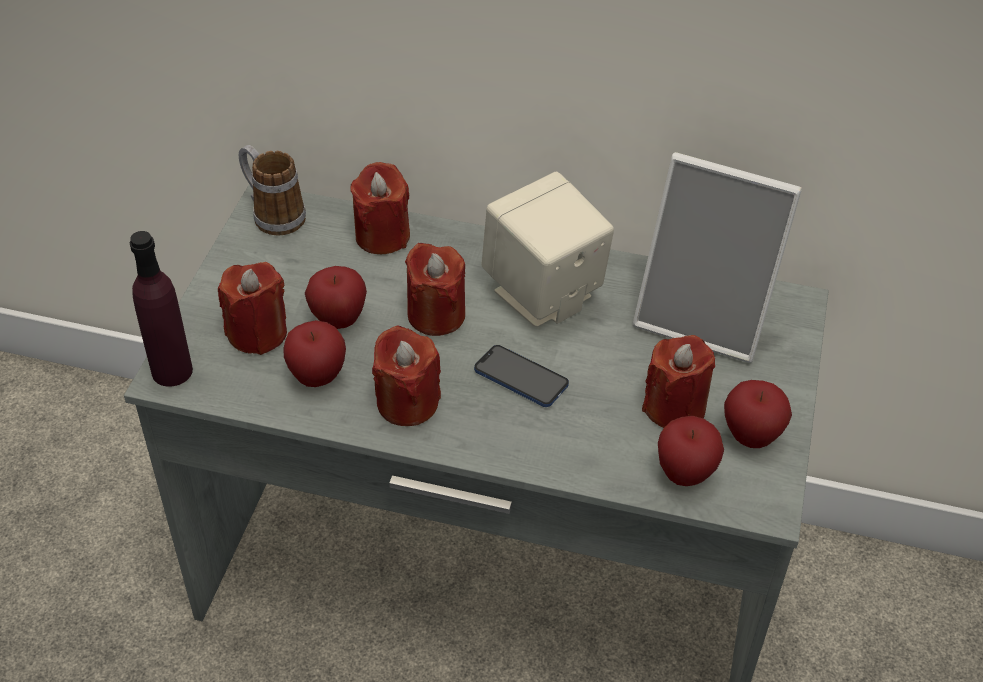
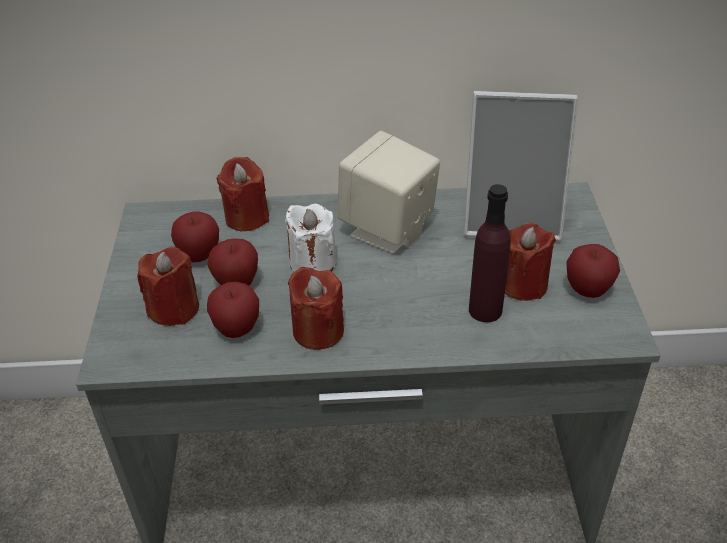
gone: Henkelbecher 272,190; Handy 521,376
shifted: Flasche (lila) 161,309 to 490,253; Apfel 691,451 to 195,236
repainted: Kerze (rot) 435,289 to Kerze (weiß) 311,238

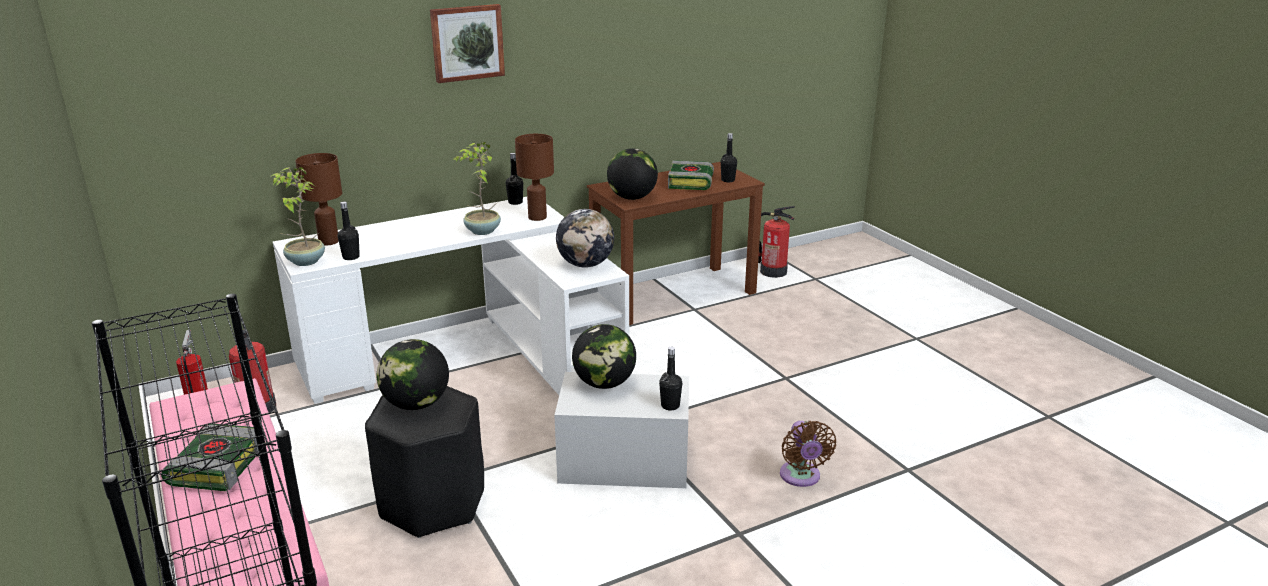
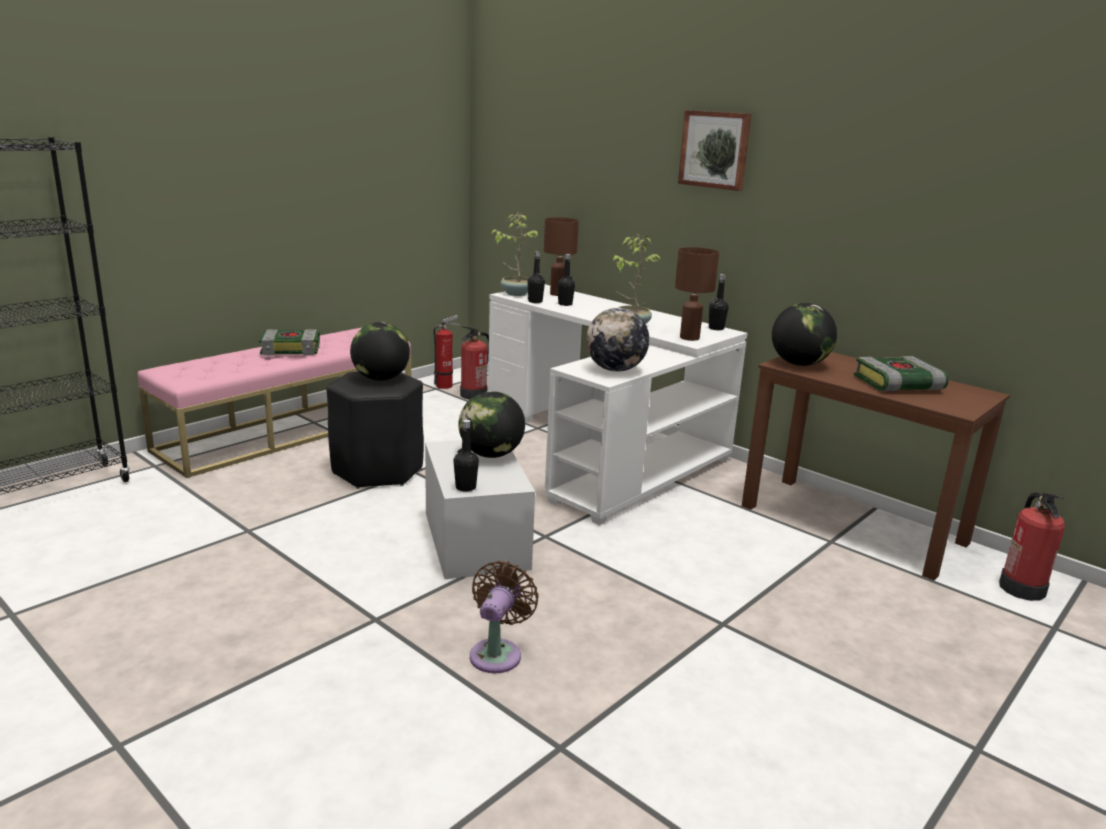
shifted: Flasche (schwarz) 729,157 to 566,280
rotated: Ventilator (braun) 808,454 = 504,617 135 degrees clockwise

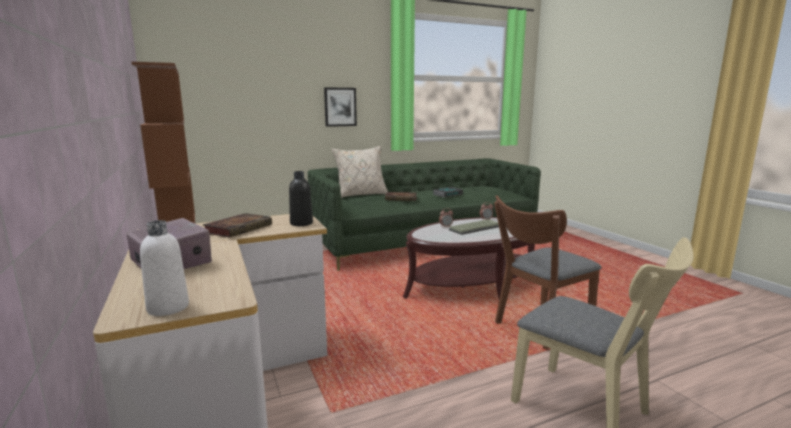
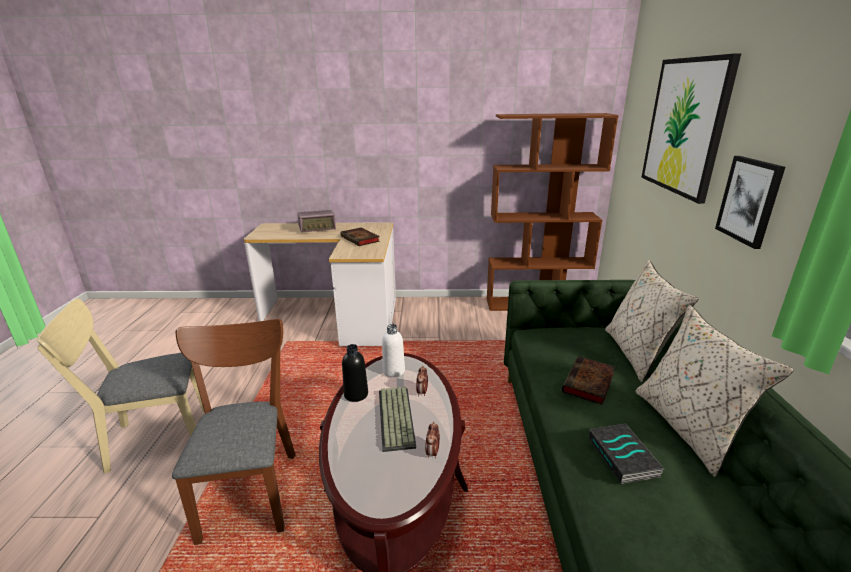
new: Bild 691,128; Kissen (beige) 714,391
shifted: Flasche (schwarz) 301,198 to 355,373; Flasche (weiß) 164,268 to 393,350

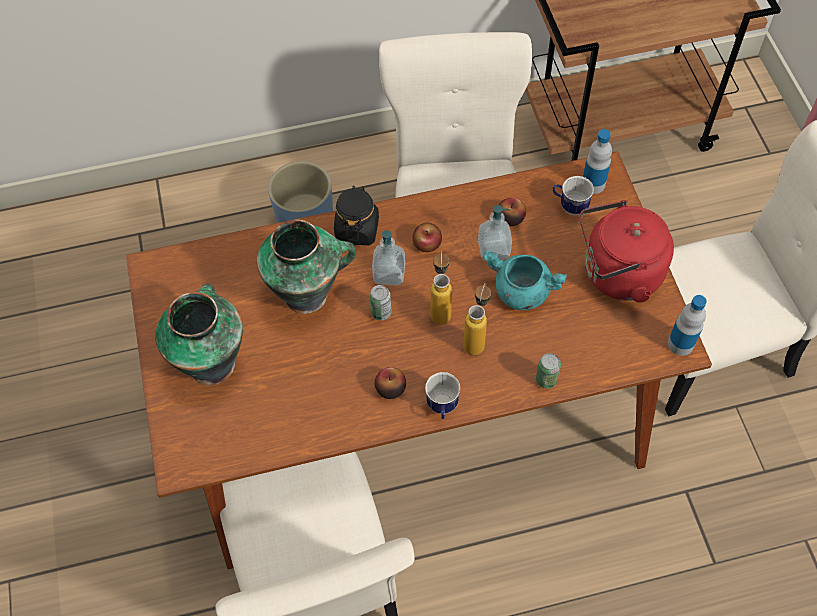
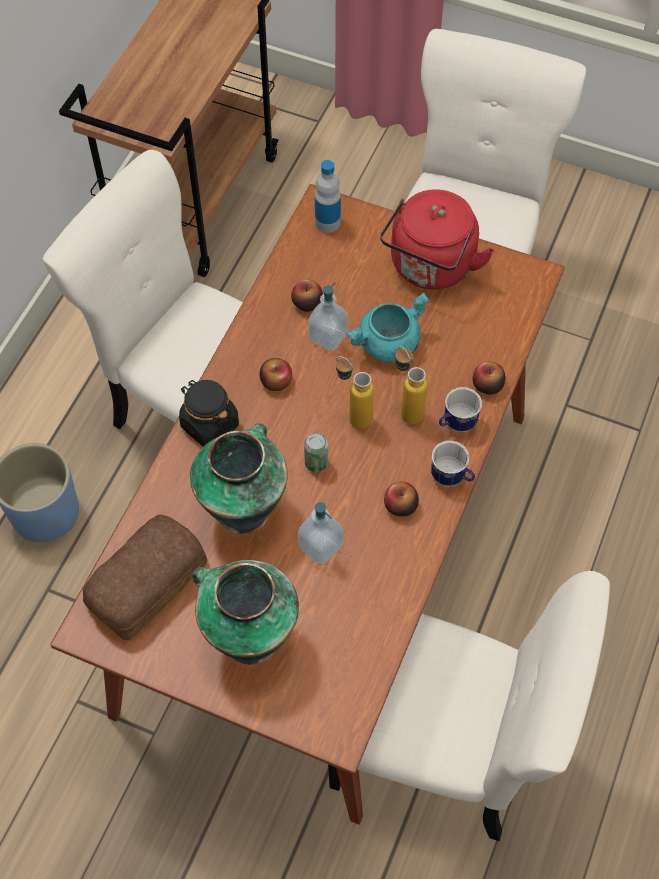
gone: Flasche 687,325
new: Brot 145,578
shifted: Henkelbecher 573,195 to 460,409; Seifenspender 388,258 to 321,533
swapped: Dose 548,371 to Apfel 489,378

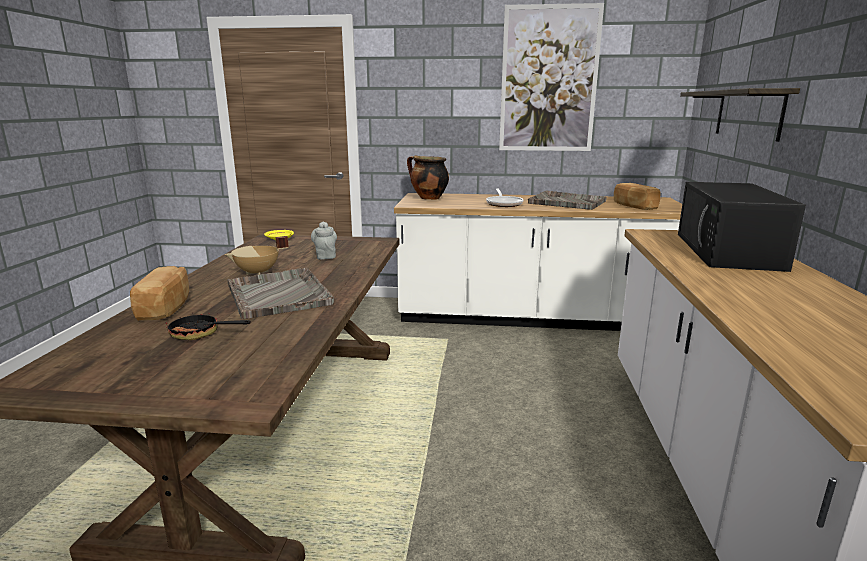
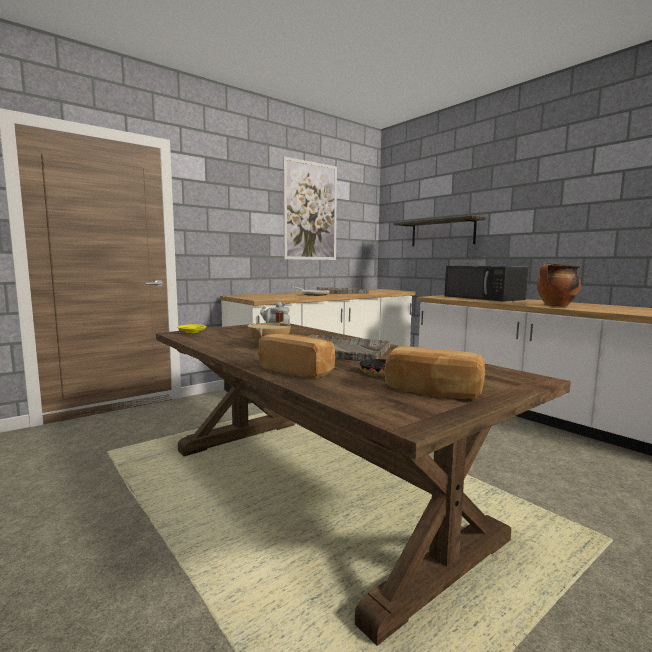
shifted: Kochtopf 428,178 to 559,284; Brot 637,196 to 434,372

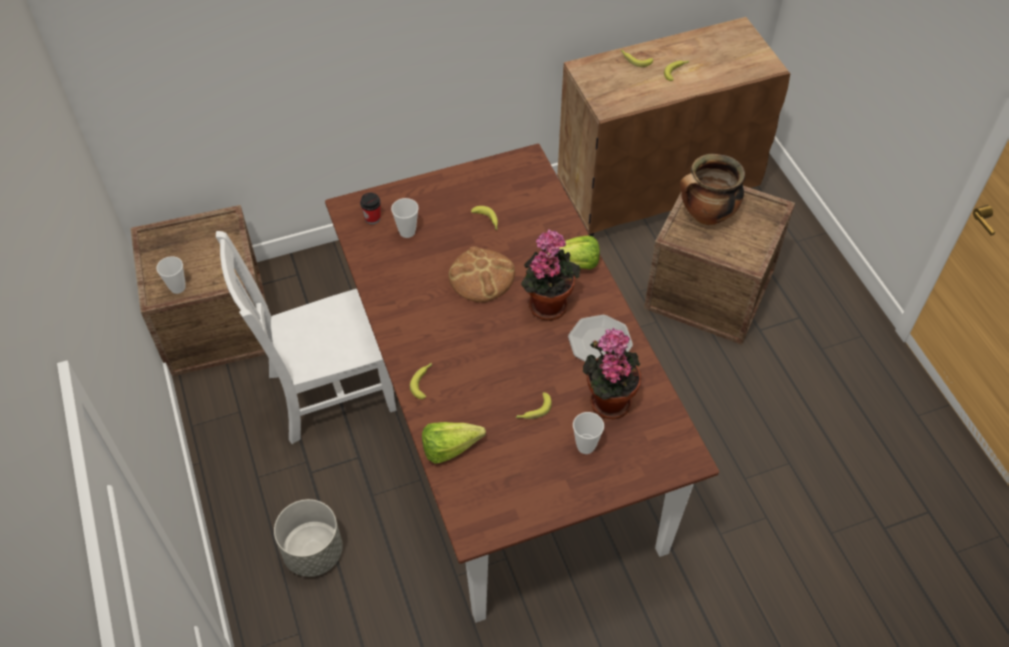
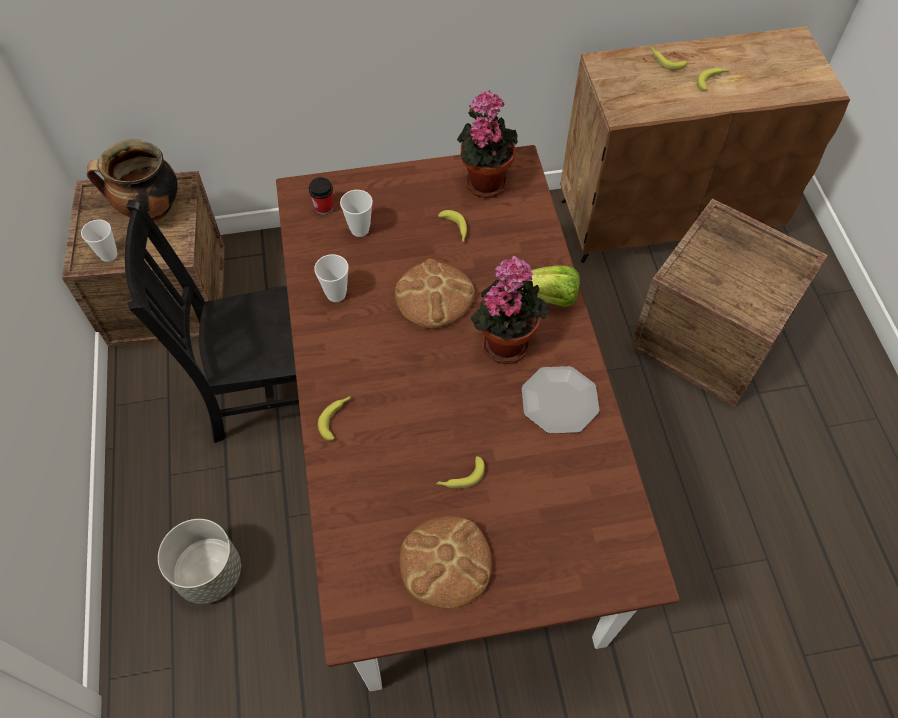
gone: Salatkopf 454,442
new: Brot 445,562
shifted: Kochtopf 712,189 to 132,180; Topfpflanze 612,373 to 487,144; Tasse 588,433 to 331,278
repainted: Stuhl (weiß) 306,337 to Stuhl (schwarz) 212,321

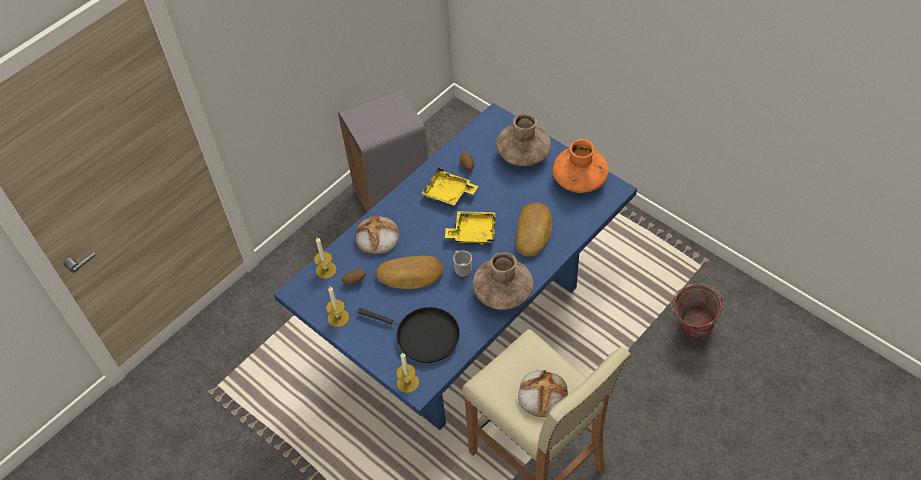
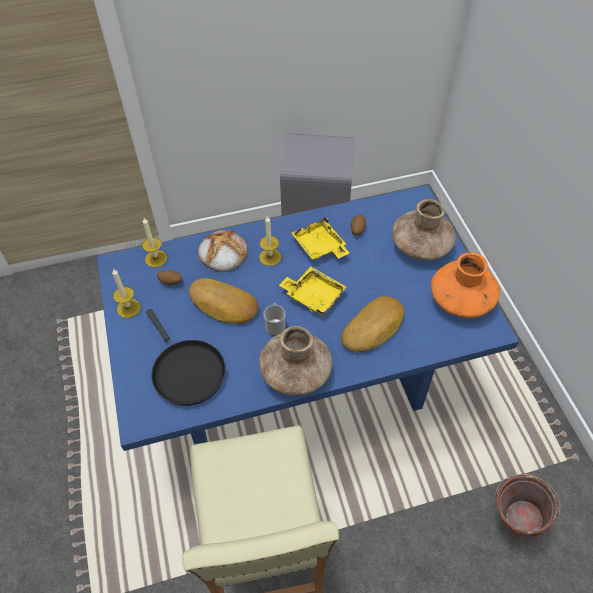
gone: Brot 543,393
shifted: Kerze 407,373 to 270,241

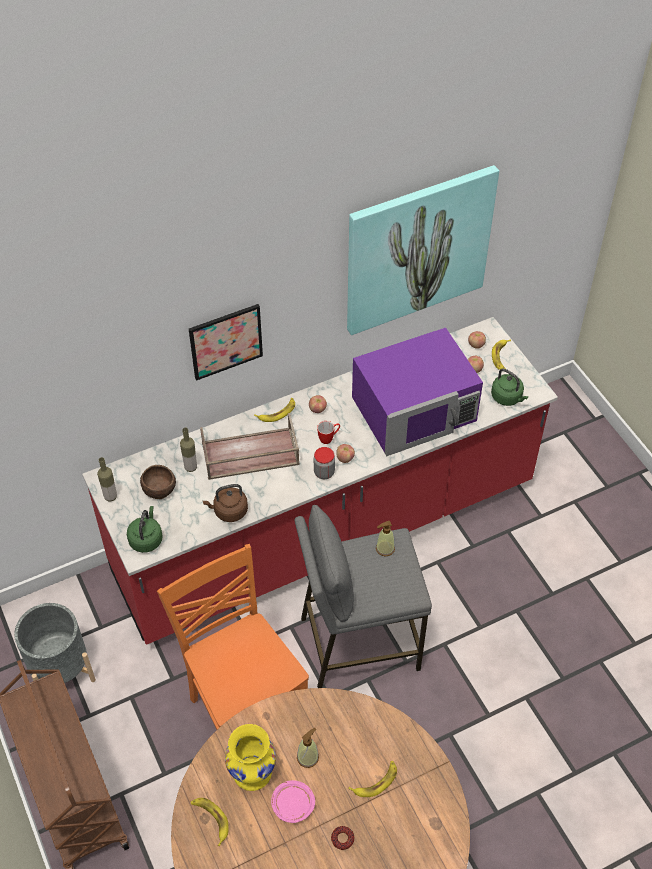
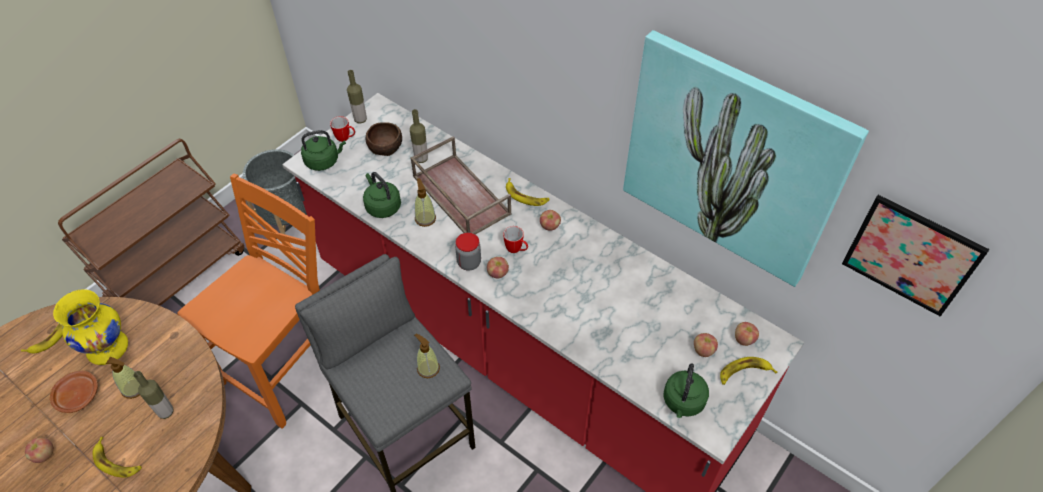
gone: Mikrowelle (lila) 417,392
new: Henkelbecher 342,129; Seifenspender 425,202; Flasche 153,395
shifted: Bild 226,342 to 915,255
swapped: Donut 343,838 to Apfel 39,450
repainted: Wasserkessel (braun) 225,503 to Wasserkessel (grün) 382,195; Teller (rosa) 293,801 to Teller (braun) 74,392

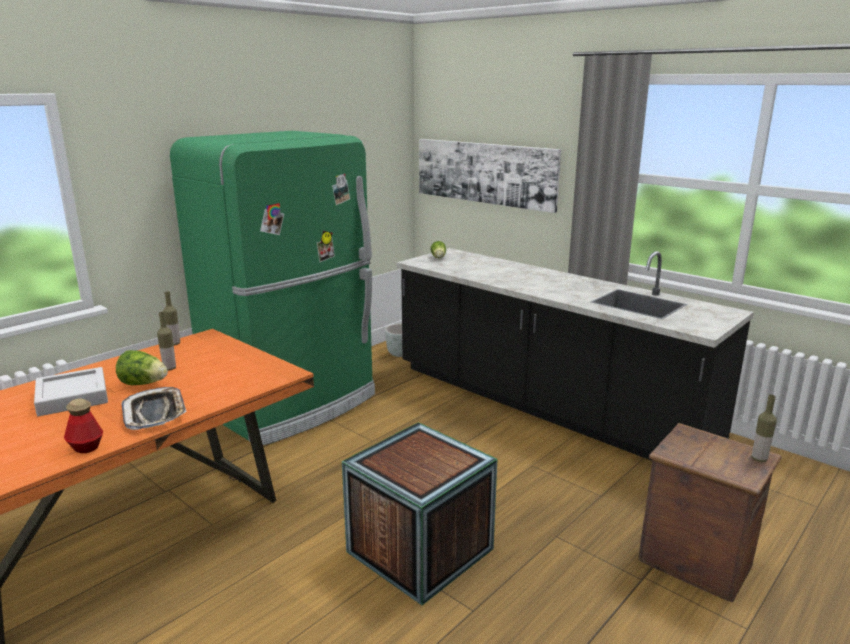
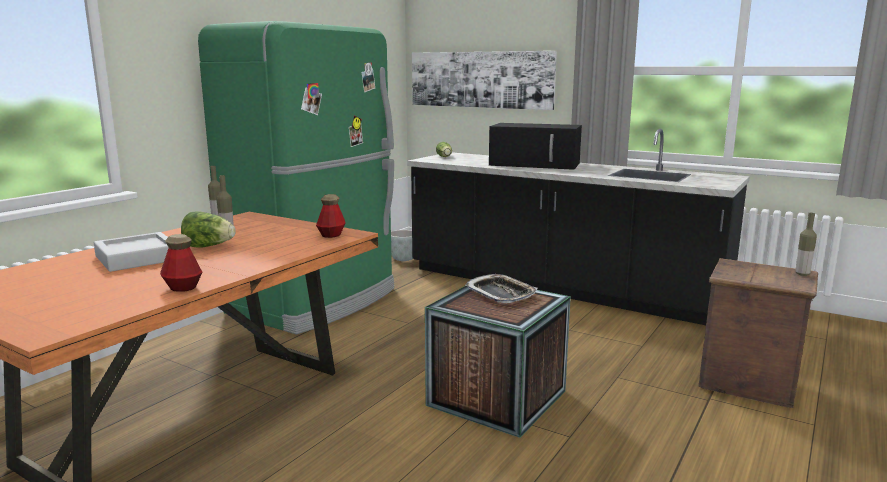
new: Mikrowelle (schwarz) 535,146; Flasche 330,216
shifted: Tablett 154,408 to 501,288

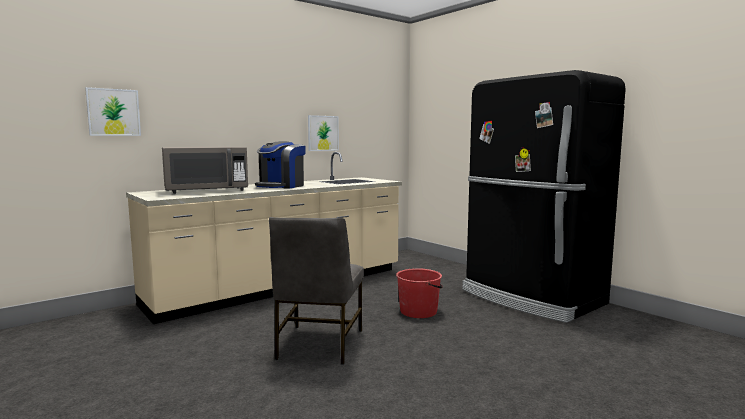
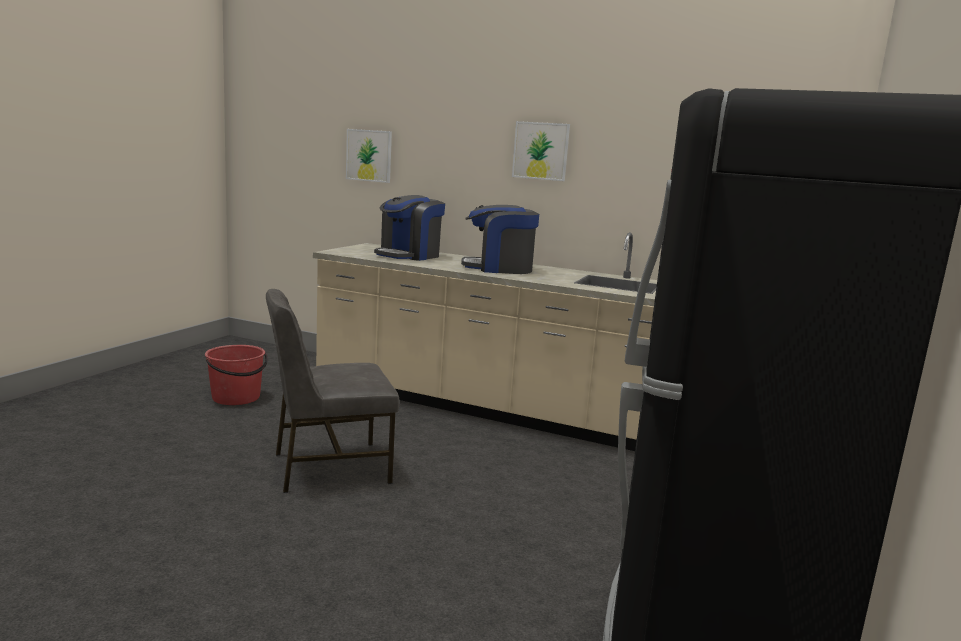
shifted: Bild 323,133 to 541,151; Eimer (rot) 419,293 to 236,375
swapped: Mikrowelle (grau) 205,170 to Kaffeemaschine 409,228

